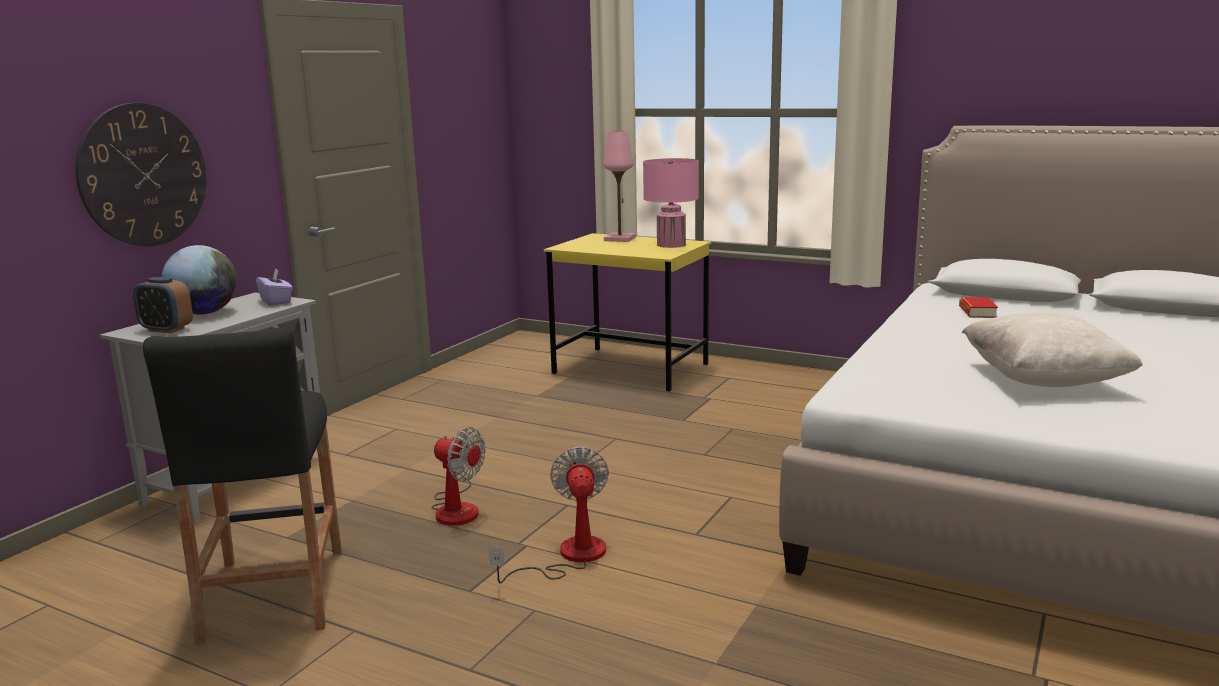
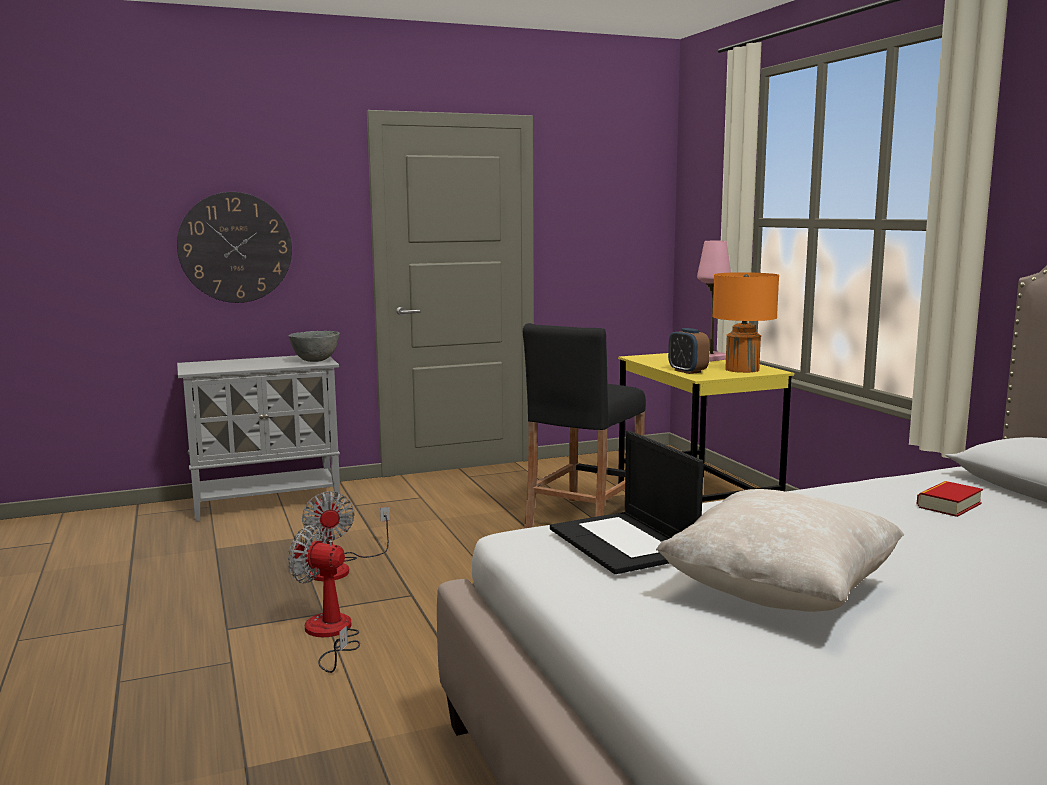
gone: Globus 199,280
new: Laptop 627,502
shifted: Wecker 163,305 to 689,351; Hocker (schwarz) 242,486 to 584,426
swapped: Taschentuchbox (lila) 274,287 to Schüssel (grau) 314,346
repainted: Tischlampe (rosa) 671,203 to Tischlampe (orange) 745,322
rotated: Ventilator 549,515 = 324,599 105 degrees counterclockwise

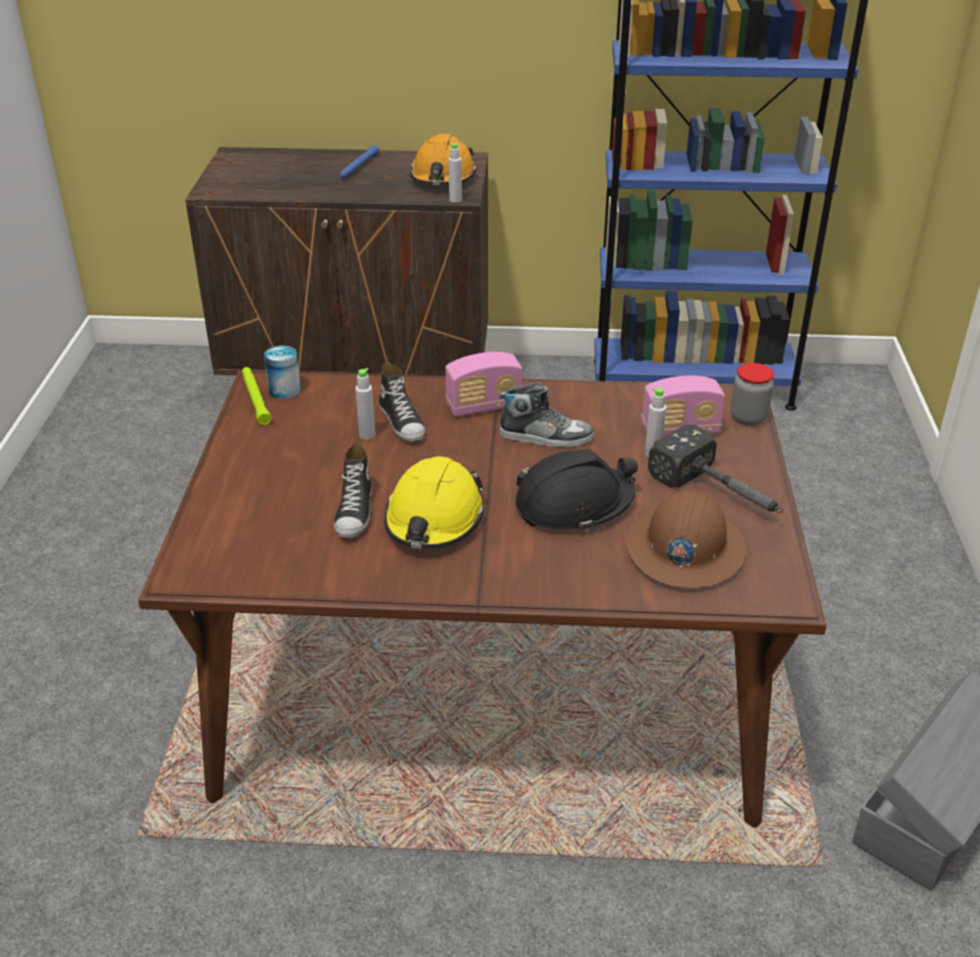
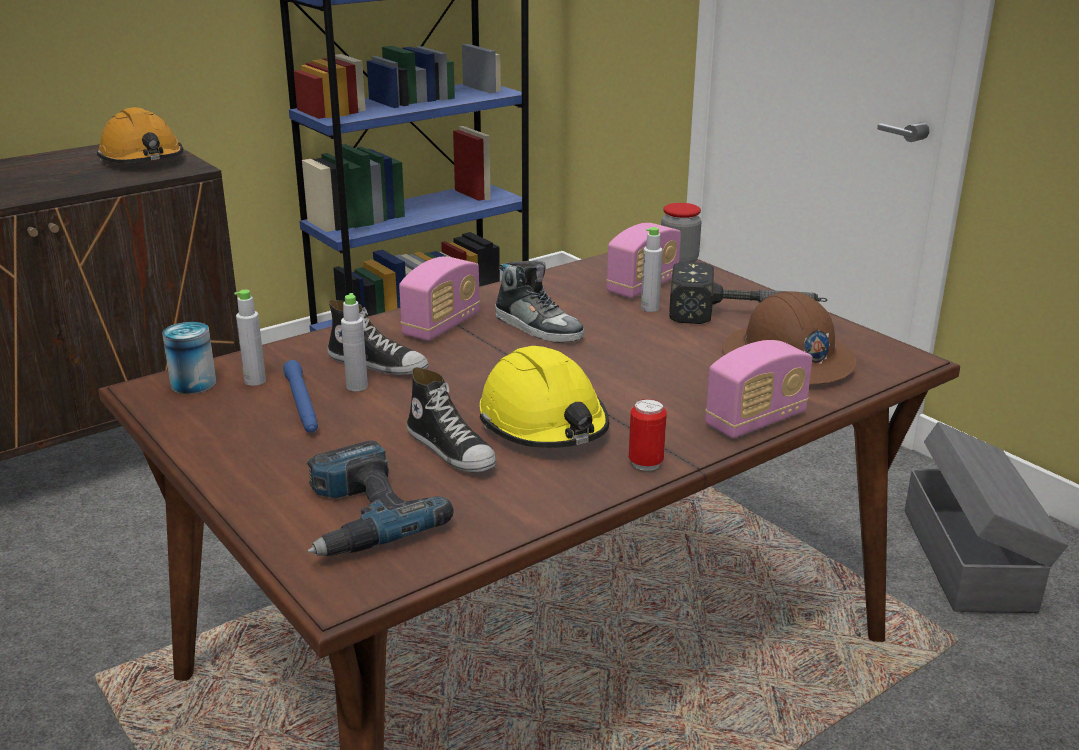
gone: Taschenlampe (grün) 256,396; Schutzhelm (schwarz) 576,490
new: Radio 759,389; Dose 648,435; Bohrmaschine 380,498
shifted: Flasche (grau) 455,173 to 250,338; Taschenlampe (blau) 359,162 to 300,396
rotated: Schuh 546,414 = 539,302 75 degrees clockwise

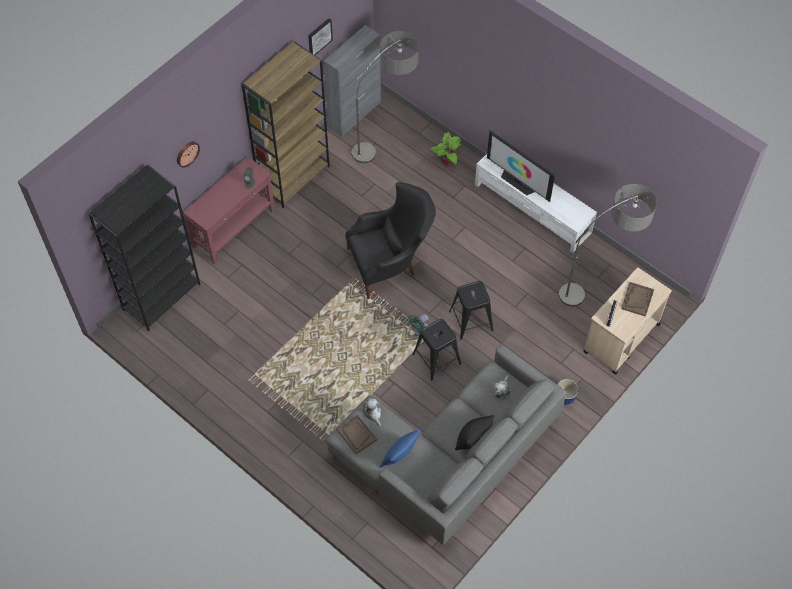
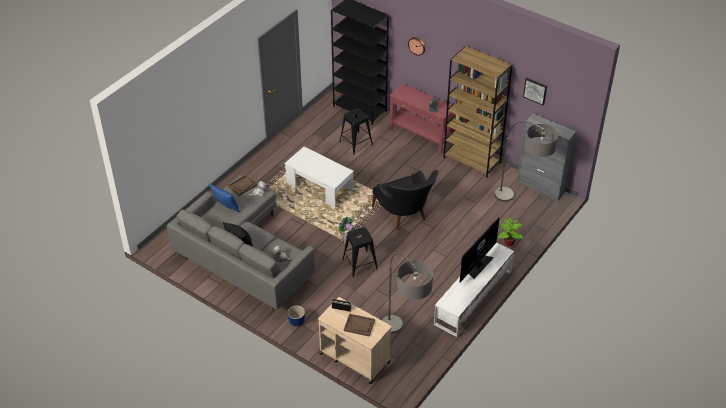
new: Couchtisch (weiß) 319,177
shifted: Hocker (schwarz) 437,350 to 356,131

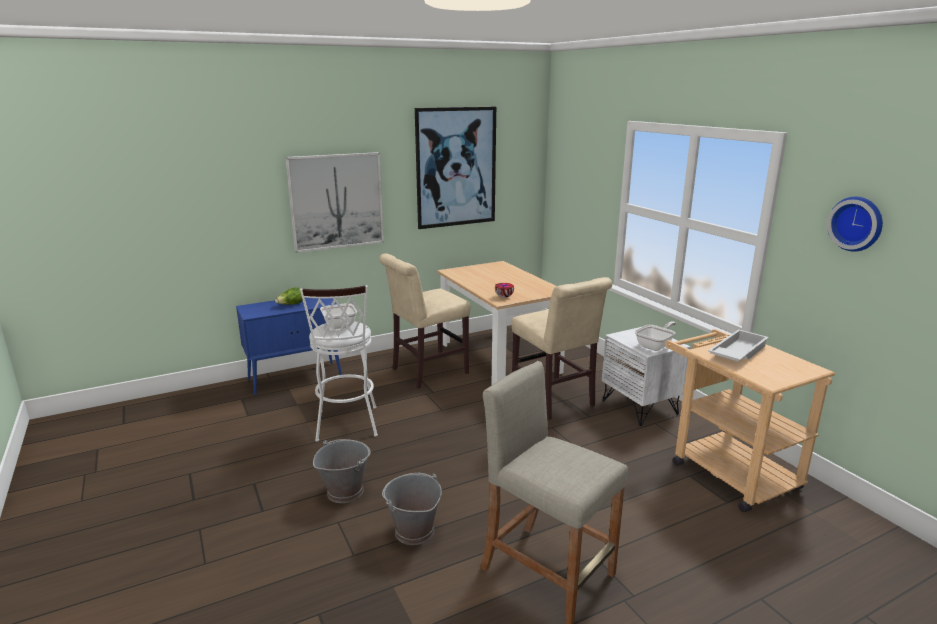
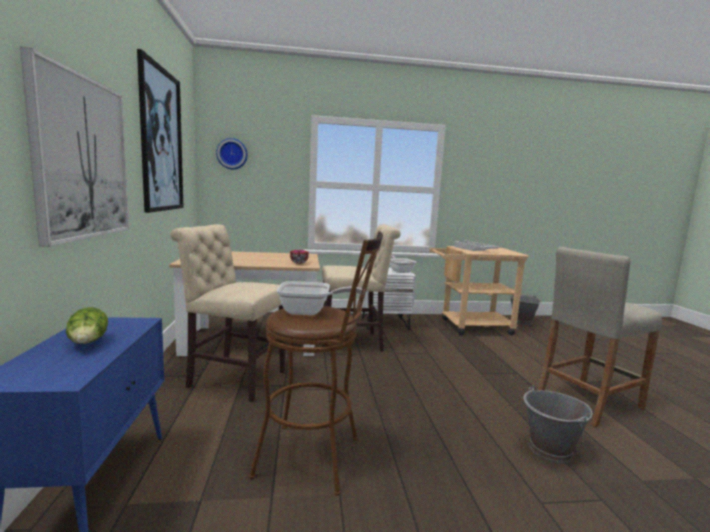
shifted: Wanduhr 855,224 to 232,154; Eimer (grau) 342,471 to 525,309
repainted: Hocker (weiß) 339,363 to Hocker (braun) 316,363
rotated: Stuhl (beige) 424,320 = 228,313 120 degrees clockwise

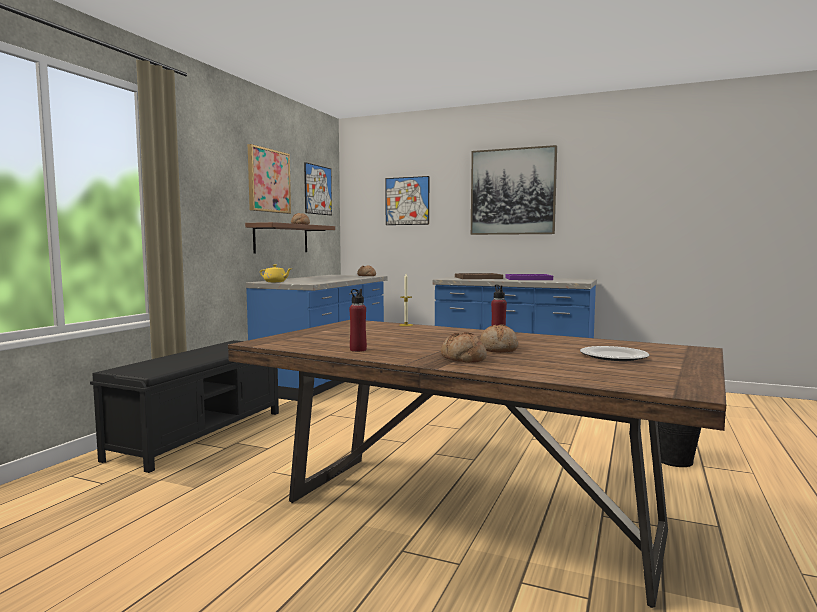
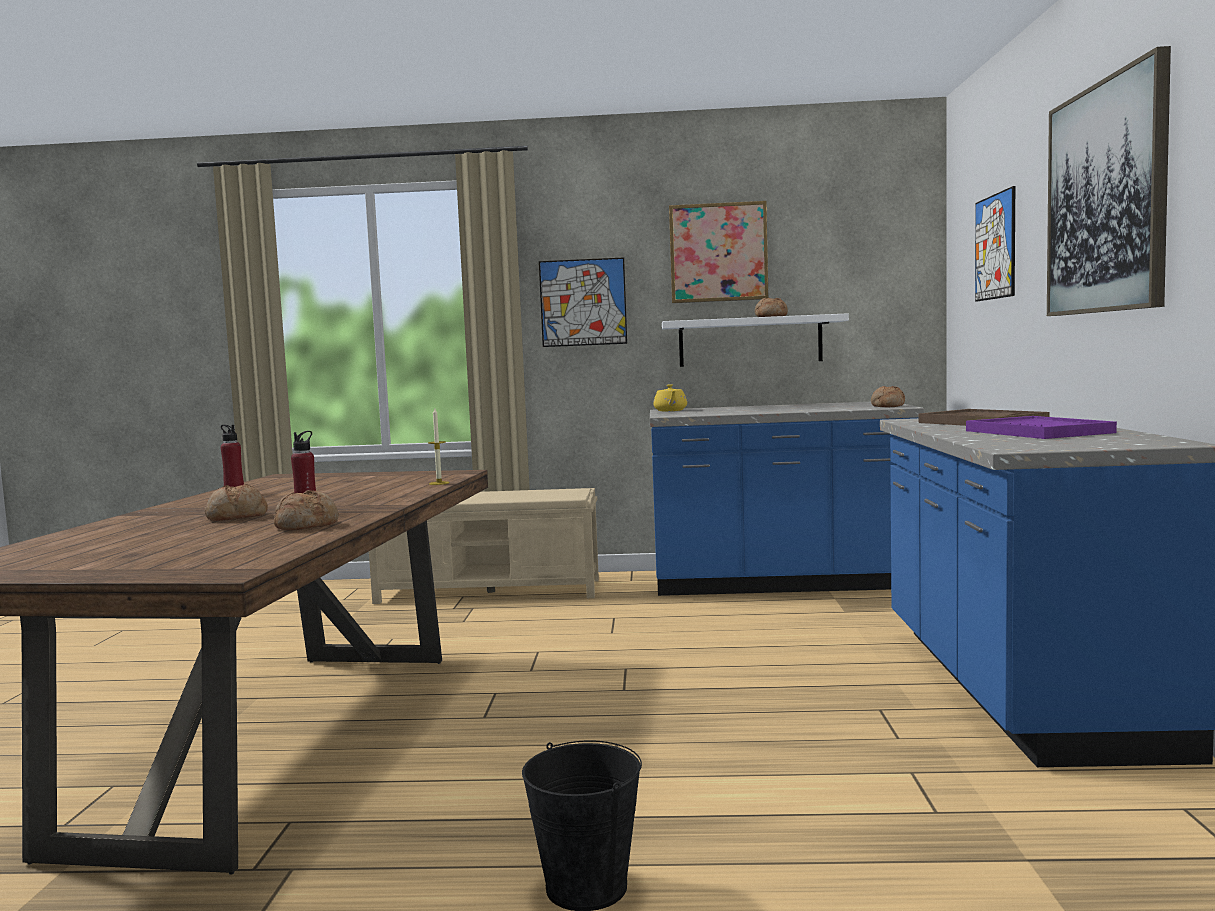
gone: Teller 615,353
shifted: Bild 318,189 to 583,302; Brot 464,347 to 306,510
repainted: Wandregal (braun) 290,237 to Wandregal (weiß) 755,340; Bank (schwarz) 184,406 to Bank (beige) 484,546

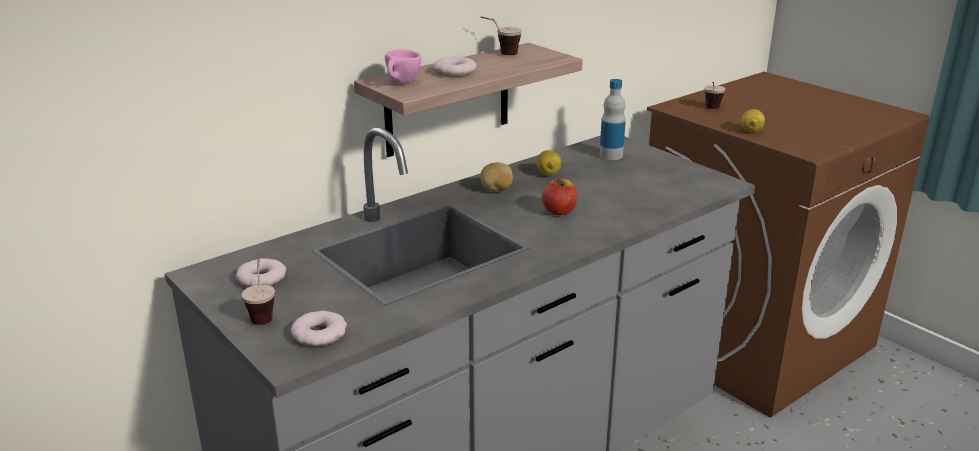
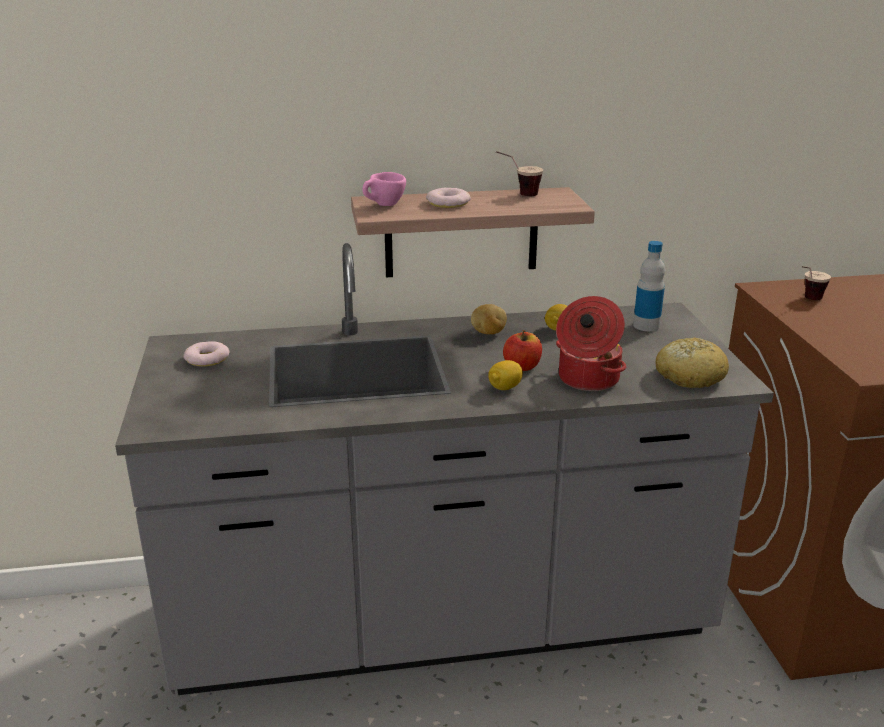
gone: Tasse 258,289; Donut 319,328
new: Kochtopf 591,343; Brot 692,362
shifted: Zitrone 753,120 to 505,375

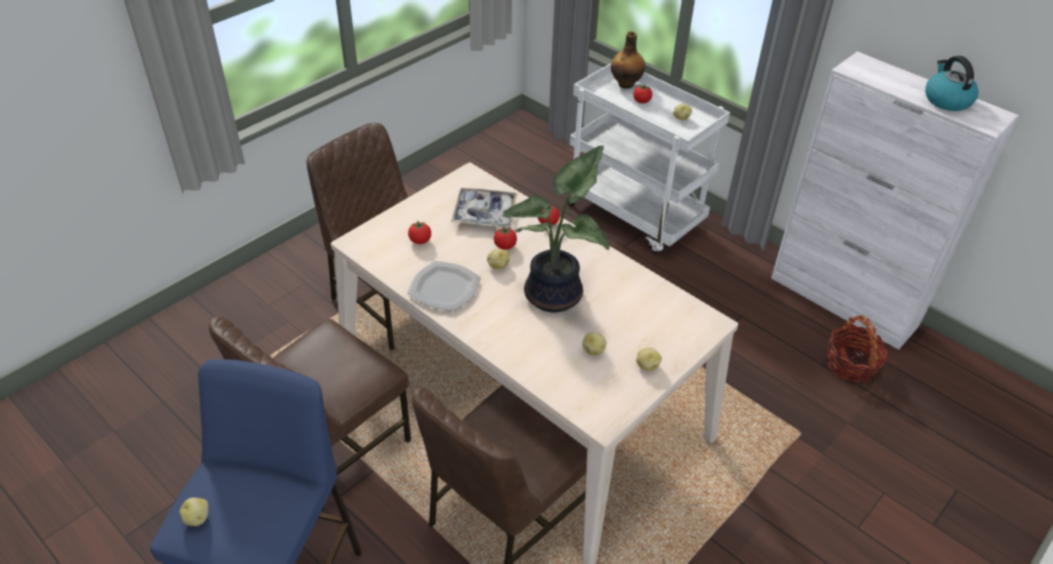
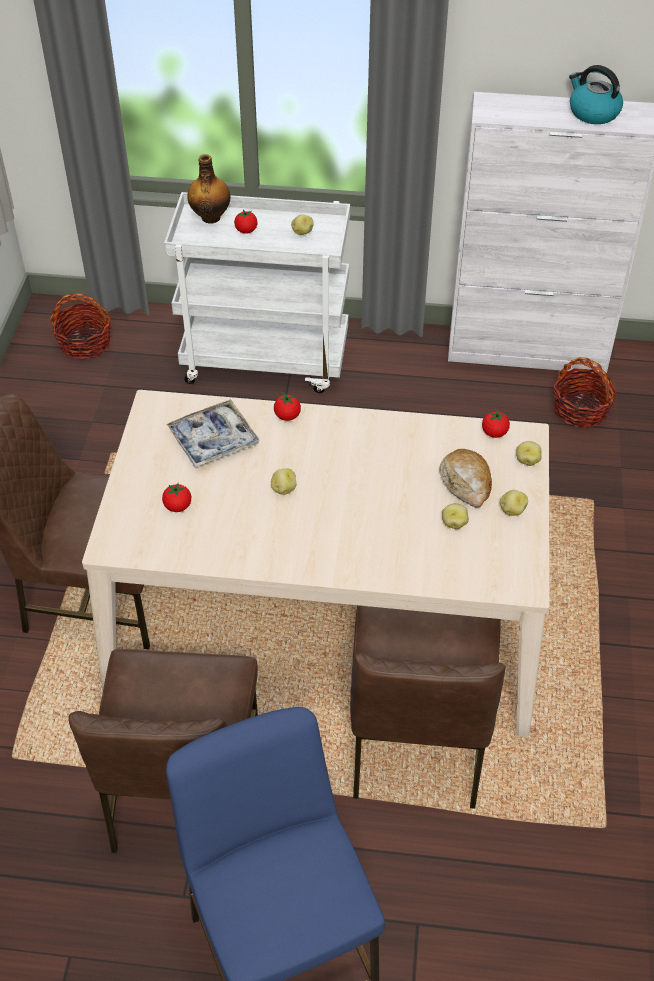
gone: Topfpflanze 556,228; Teller 444,286
new: Korb 80,326; Brot 465,478
shifted: Tomate 505,238 to 496,423; Kartoffel 194,511 to 529,453

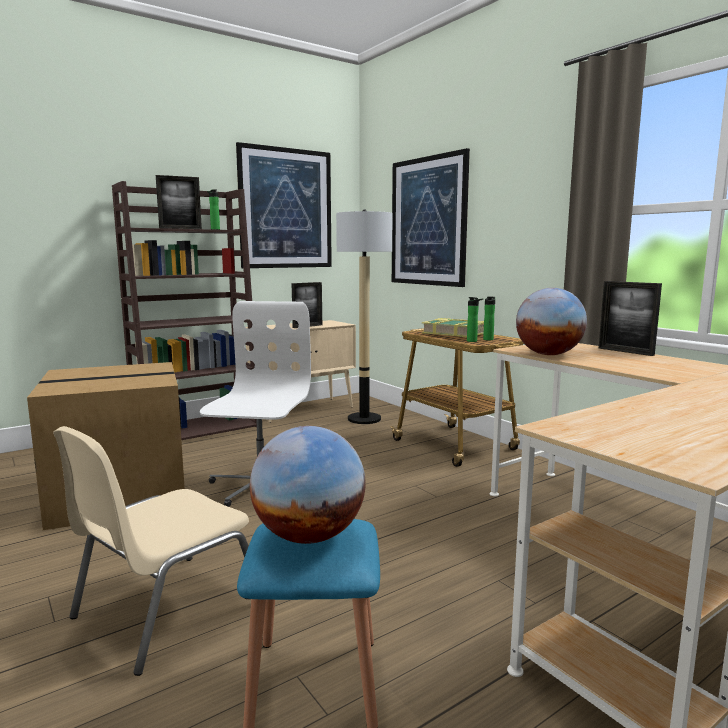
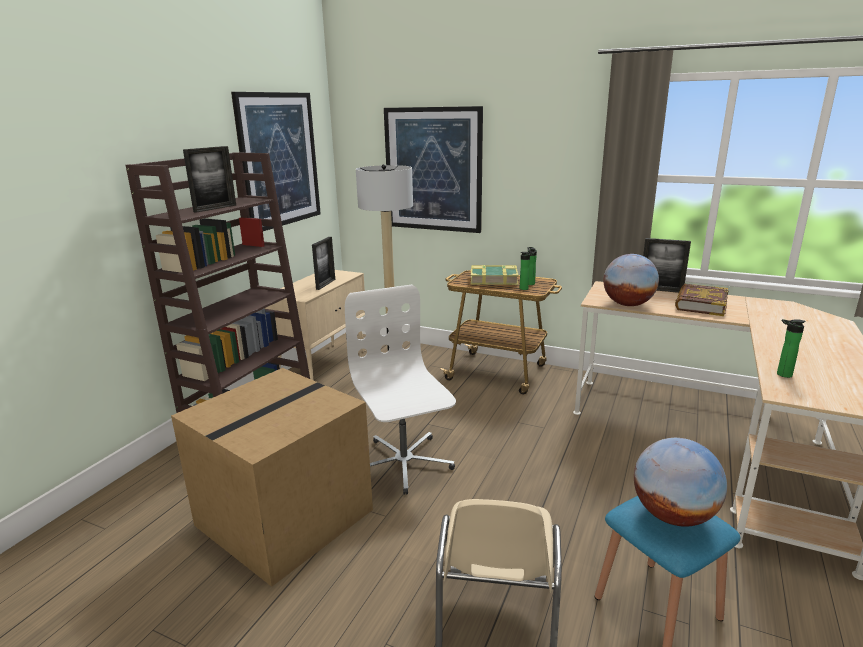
new: Buch 701,300
shifted: Flasche 213,209 to 791,348

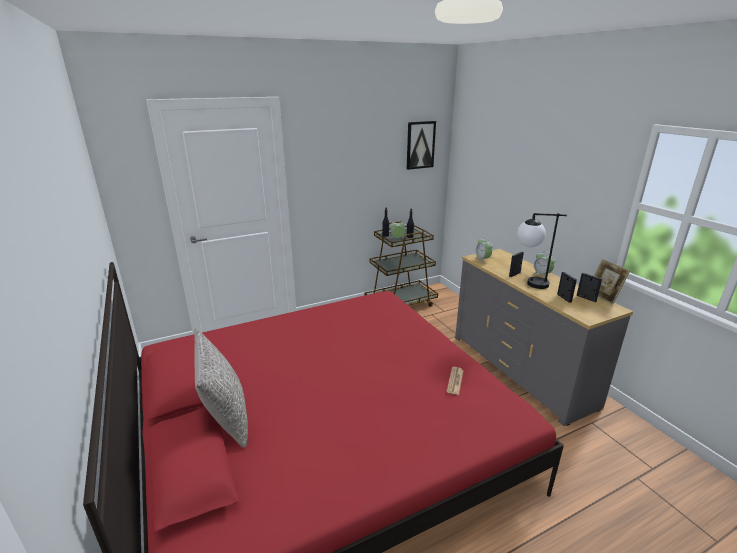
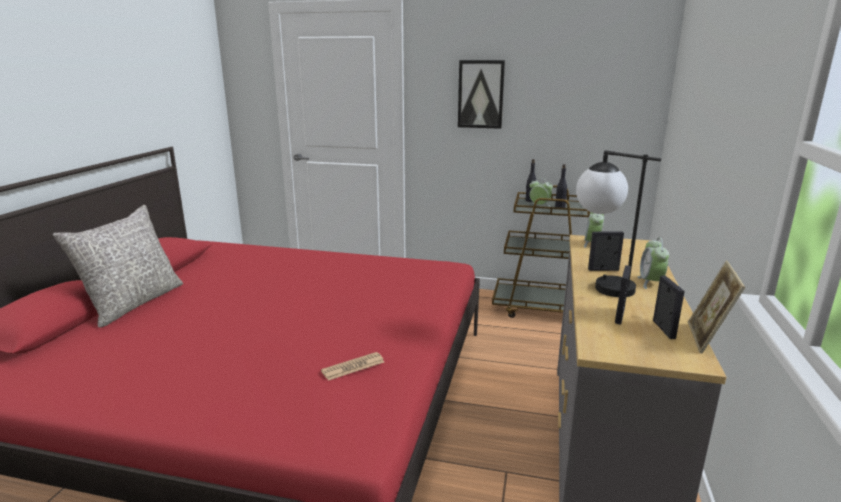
shifted: Bild 421,145 to 481,94

